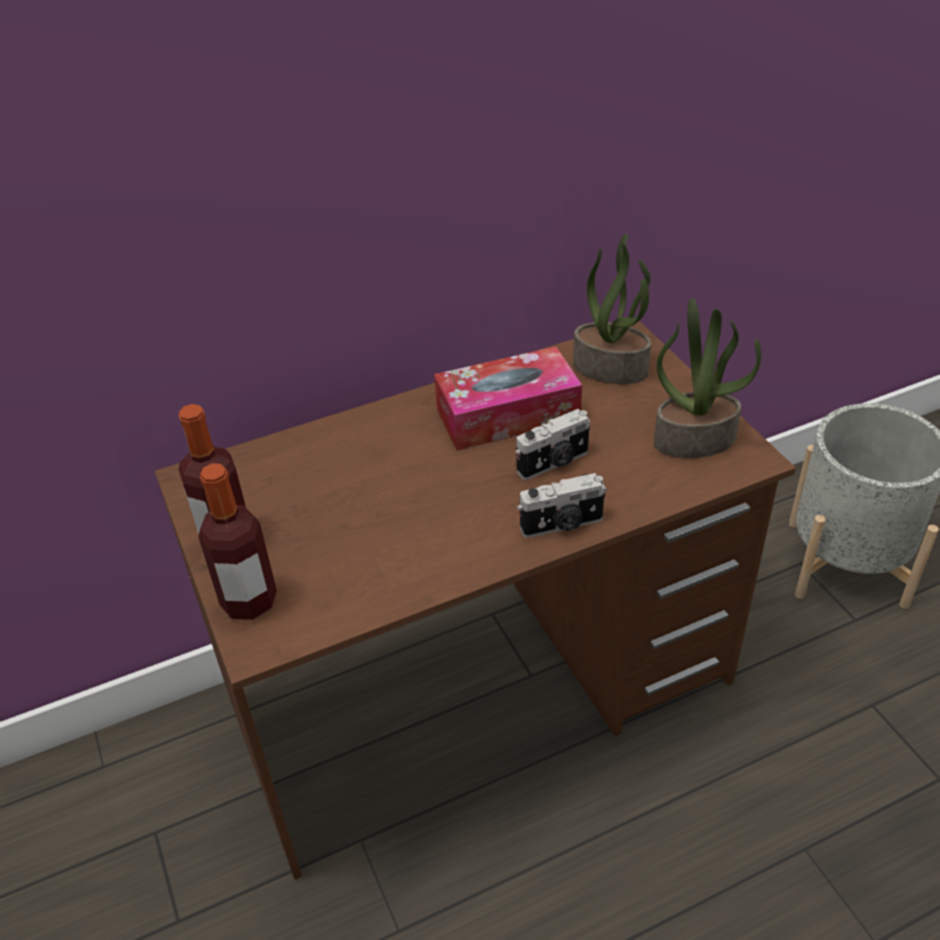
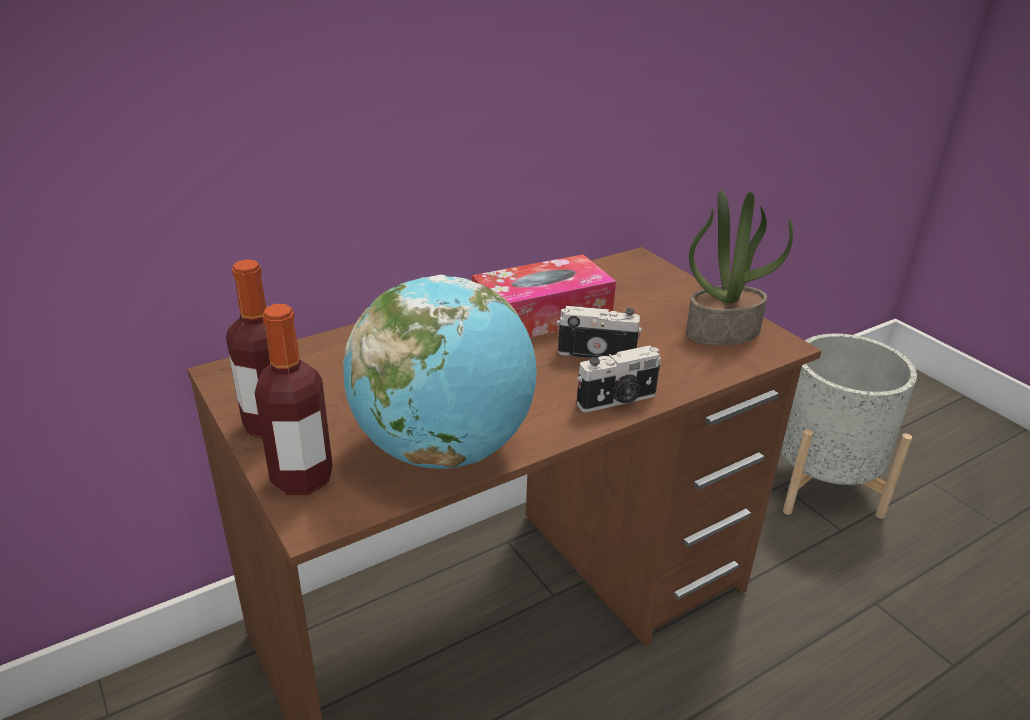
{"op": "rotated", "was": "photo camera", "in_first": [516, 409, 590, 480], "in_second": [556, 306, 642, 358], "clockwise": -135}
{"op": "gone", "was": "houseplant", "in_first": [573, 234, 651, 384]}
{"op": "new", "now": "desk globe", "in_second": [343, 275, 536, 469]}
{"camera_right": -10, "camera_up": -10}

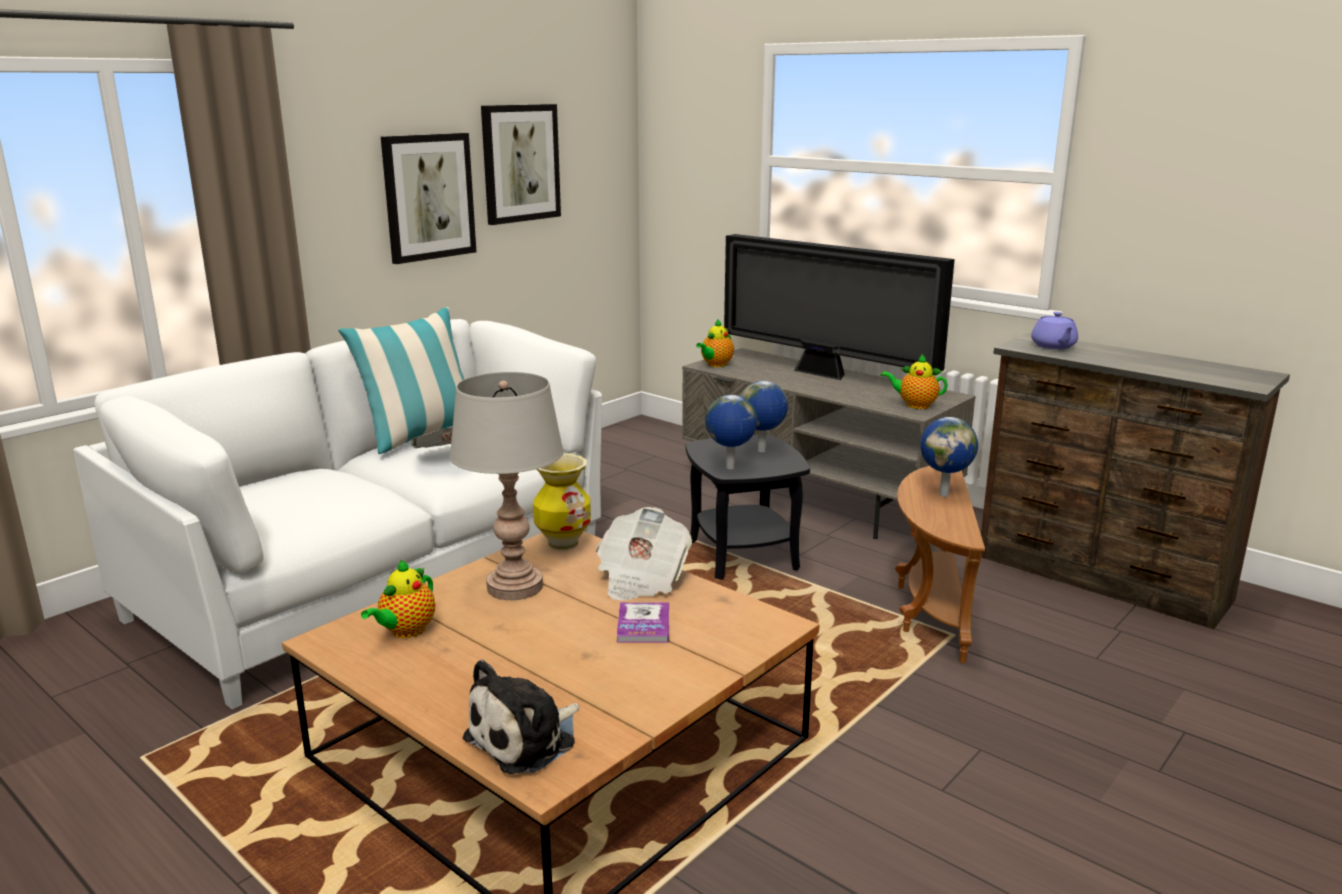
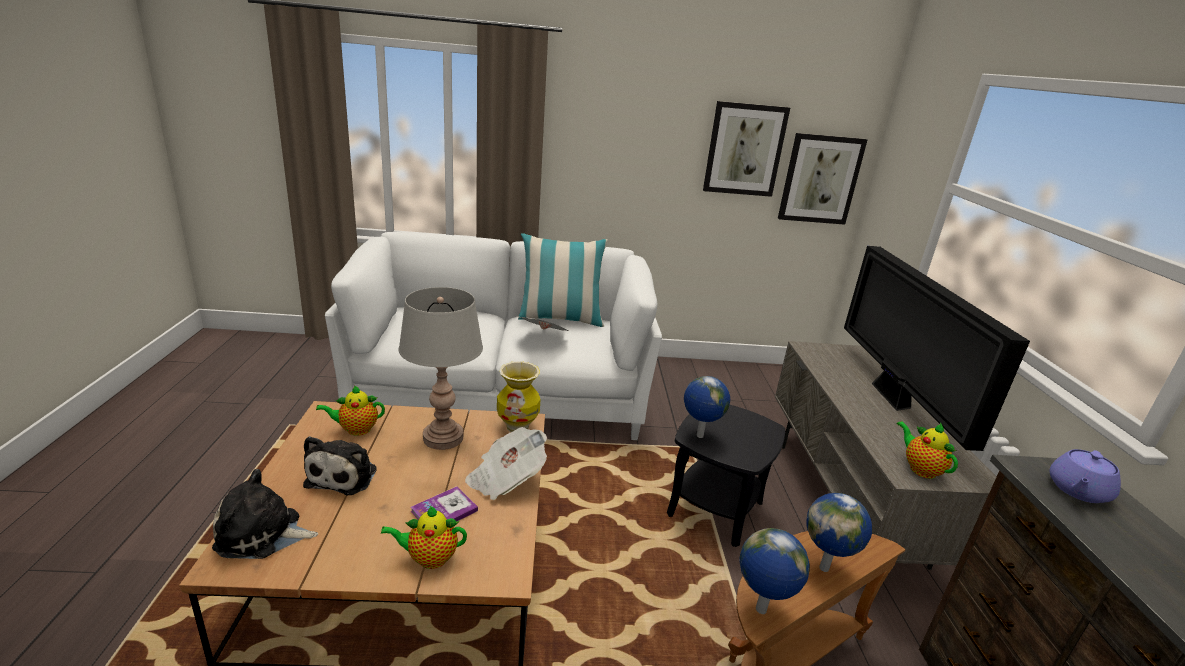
{"op": "shifted", "was": "wall art", "in_first": [381, 133, 476, 264], "in_second": [778, 133, 867, 225]}
{"op": "shifted", "was": "teapot", "in_first": [696, 319, 734, 367], "in_second": [380, 506, 467, 569]}
{"op": "shifted", "was": "desk globe", "in_first": [741, 381, 788, 452], "in_second": [739, 528, 810, 614]}
{"op": "new", "now": "plush toy", "in_second": [303, 436, 377, 495]}
{"camera_right": 45, "camera_up": 5}

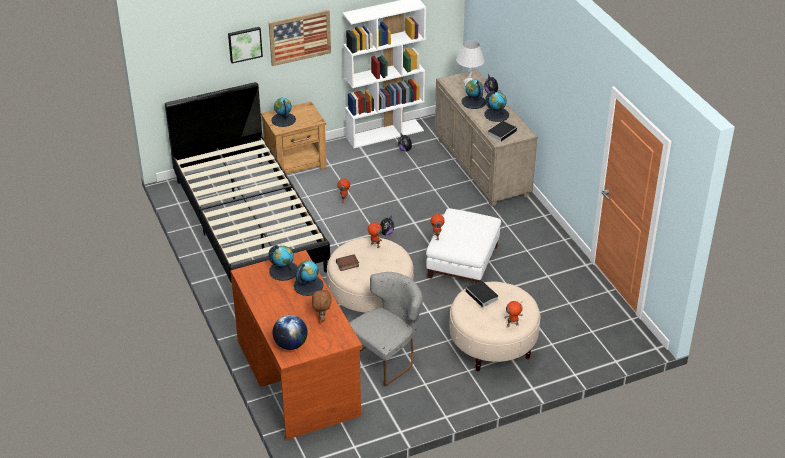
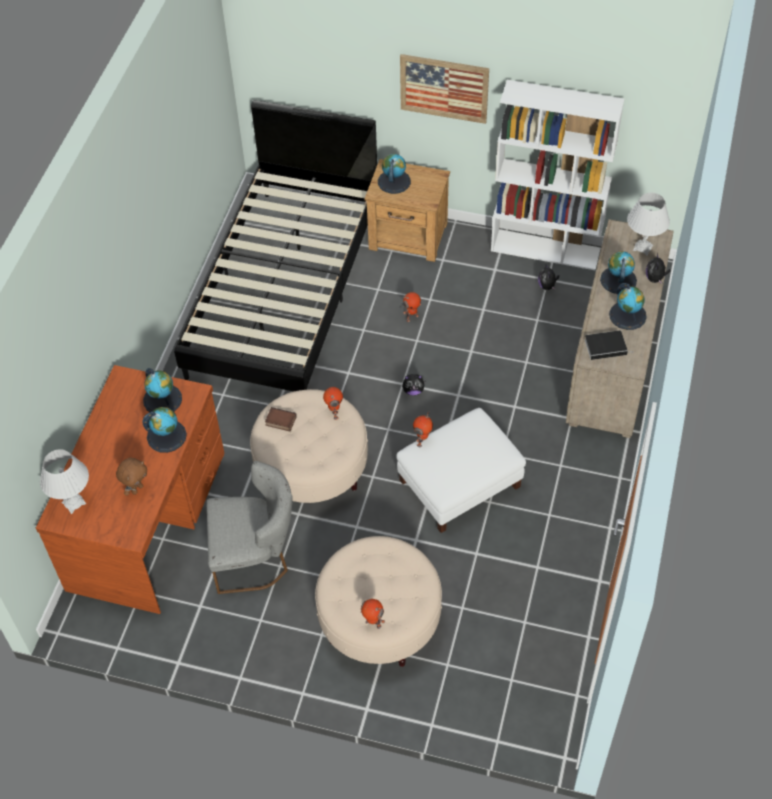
{"op": "gone", "was": "wall art", "in_first": [228, 27, 263, 64]}
{"op": "swapped", "was": "desk globe", "now": "whitish tabletop lamp", "in_first": [273, 315, 308, 350], "in_second": [40, 449, 89, 514]}
{"op": "gone", "was": "bound book", "in_first": [466, 281, 498, 310]}
{"camera_right": 40, "camera_up": 15}

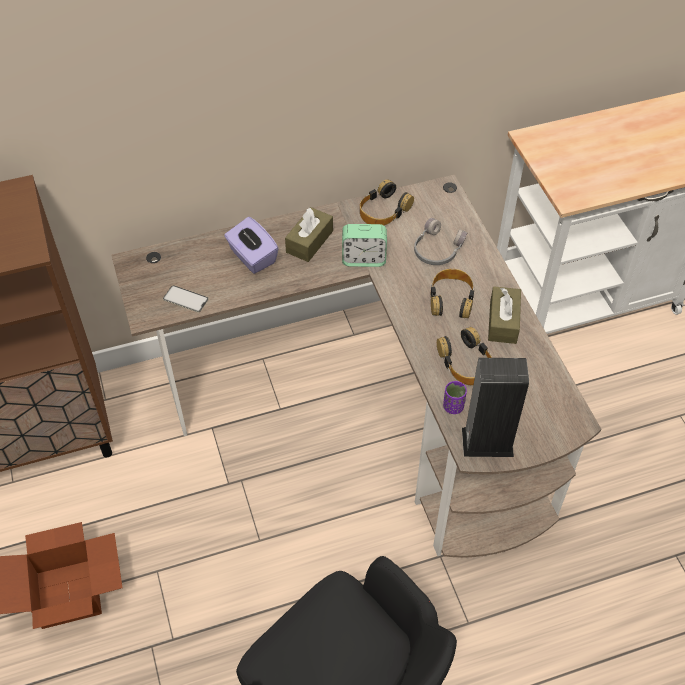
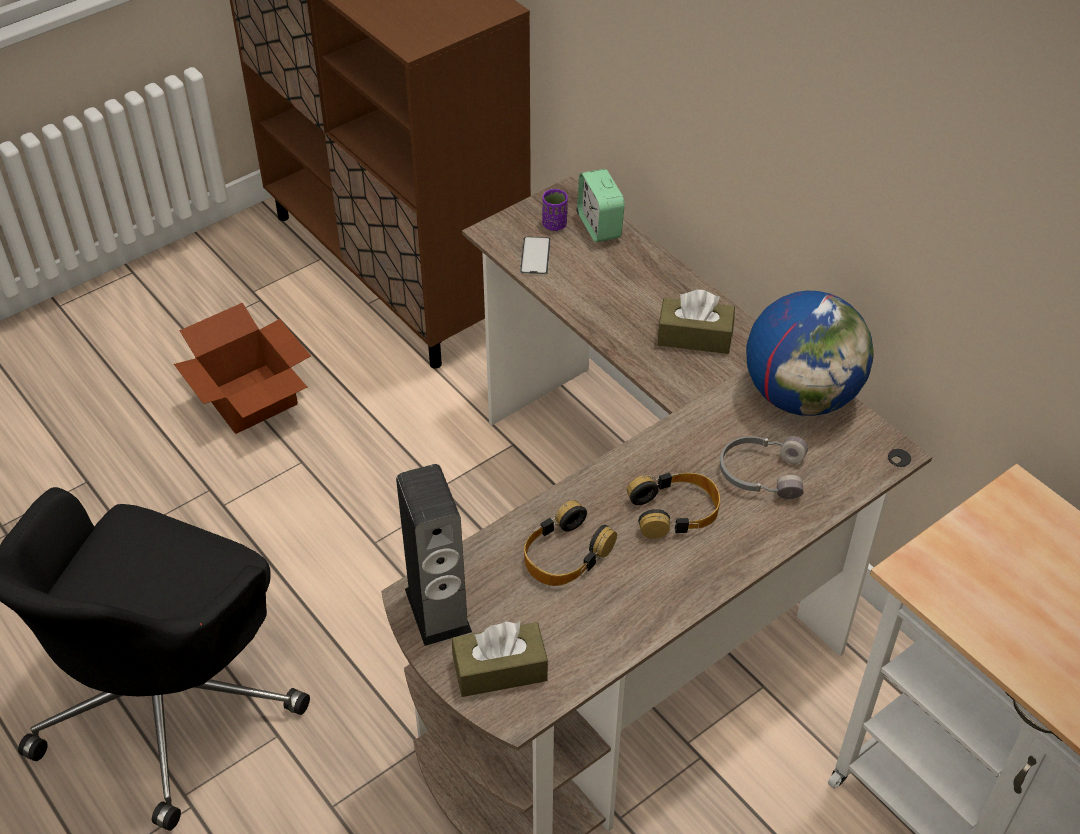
{"op": "gone", "was": "purplish box of tissues", "in_first": [224, 217, 279, 274]}
{"op": "shifted", "was": "alarm clock", "in_first": [342, 224, 387, 267], "in_second": [577, 169, 625, 242]}
{"op": "swapped", "was": "headset", "now": "desk globe", "in_first": [360, 179, 414, 225], "in_second": [746, 291, 874, 416]}
{"op": "shifted", "was": "purplish small cup", "in_first": [443, 381, 467, 414], "in_second": [542, 189, 568, 231]}
{"op": "shifted", "was": "brownish box of tissues", "in_first": [488, 286, 521, 344], "in_second": [452, 621, 548, 697]}
{"camera_right": 70, "camera_up": -5}

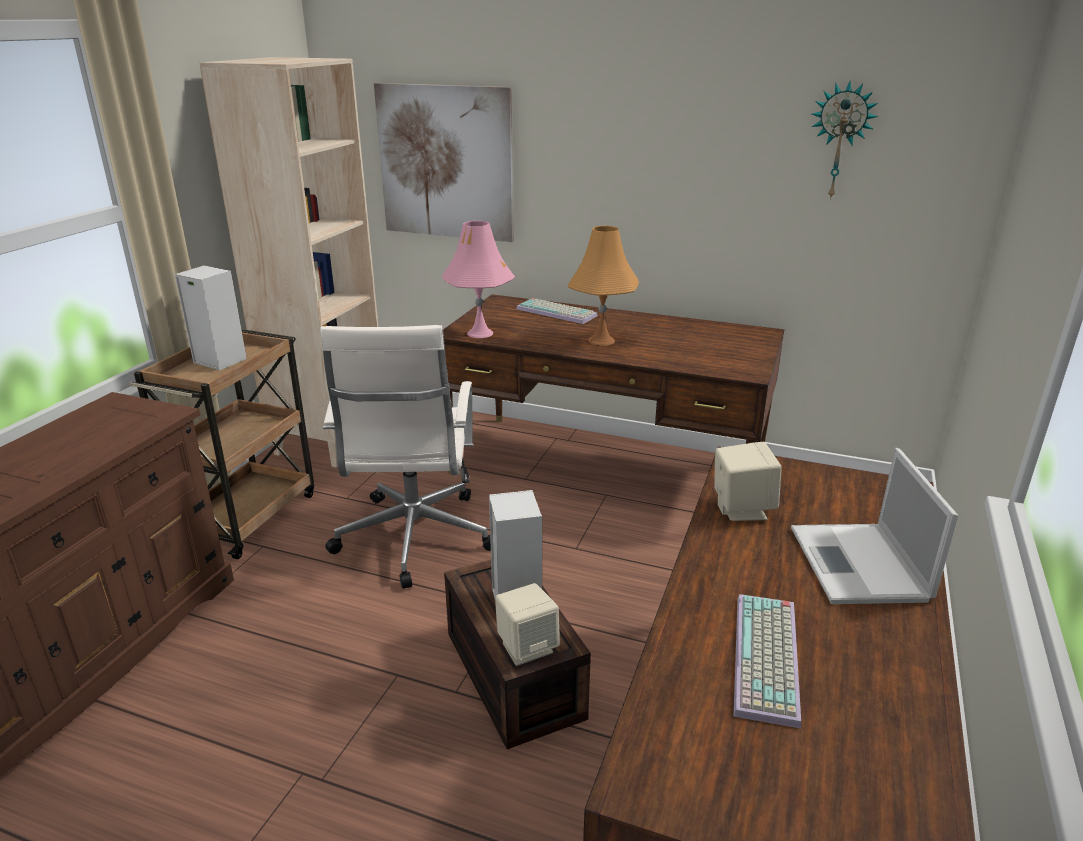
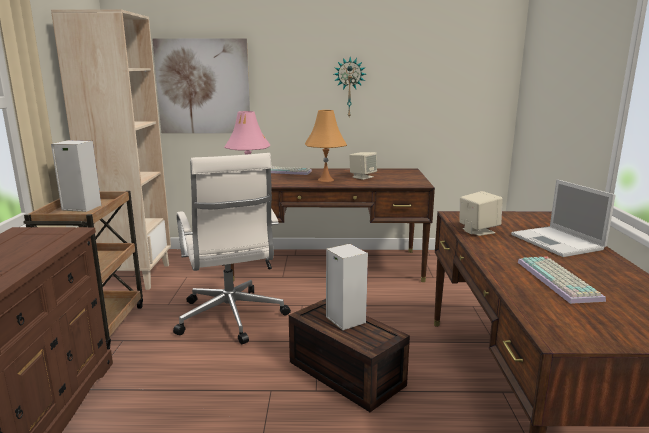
{"op": "shifted", "was": "sand-coloured loudspeaker", "in_first": [495, 583, 560, 666], "in_second": [349, 152, 377, 180]}
{"op": "shifted", "was": "clock on the wall", "in_first": [812, 81, 878, 200], "in_second": [334, 57, 366, 117]}
{"camera_right": -20, "camera_up": -10}

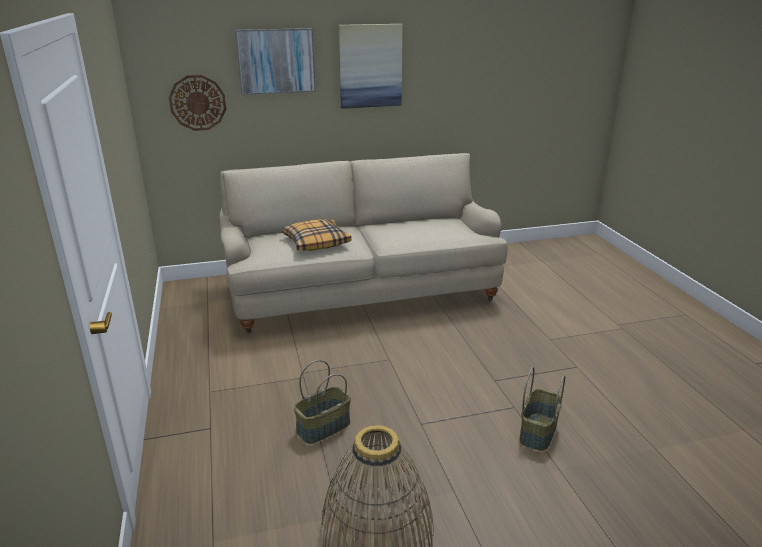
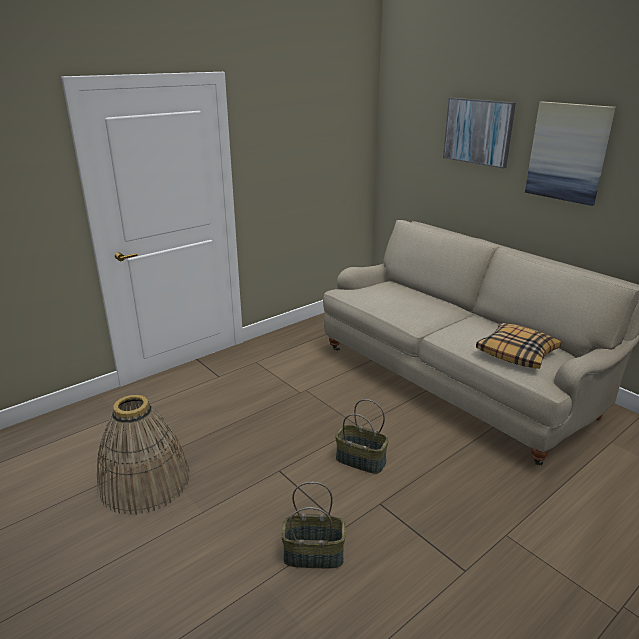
{"op": "gone", "was": "clock on the wall", "in_first": [169, 75, 226, 131]}
{"op": "shifted", "was": "throw pillow", "in_first": [282, 219, 352, 251], "in_second": [476, 323, 561, 369]}
{"op": "shifted", "was": "basket", "in_first": [294, 360, 351, 444], "in_second": [335, 399, 389, 474]}
{"camera_right": 65, "camera_up": 0}

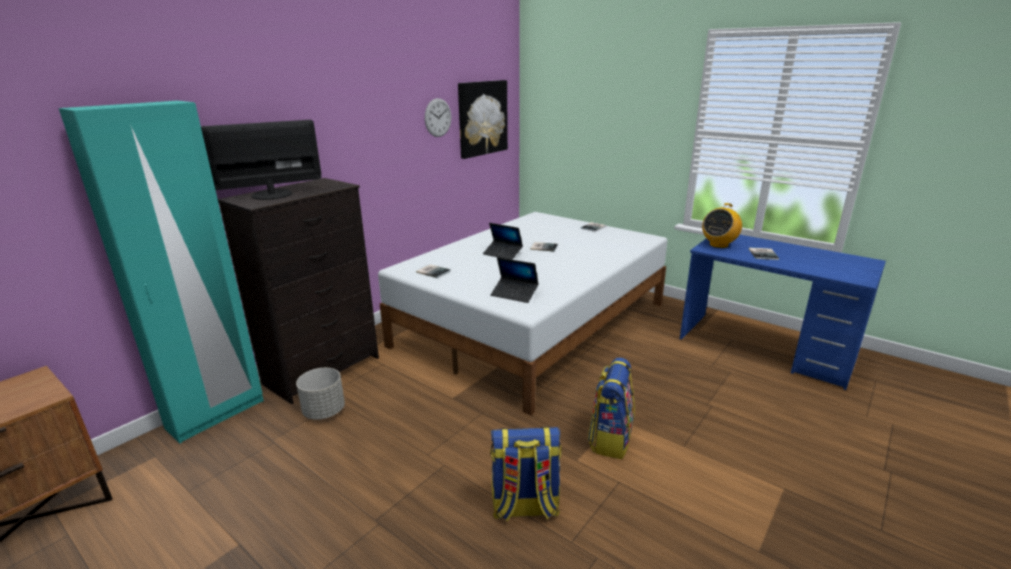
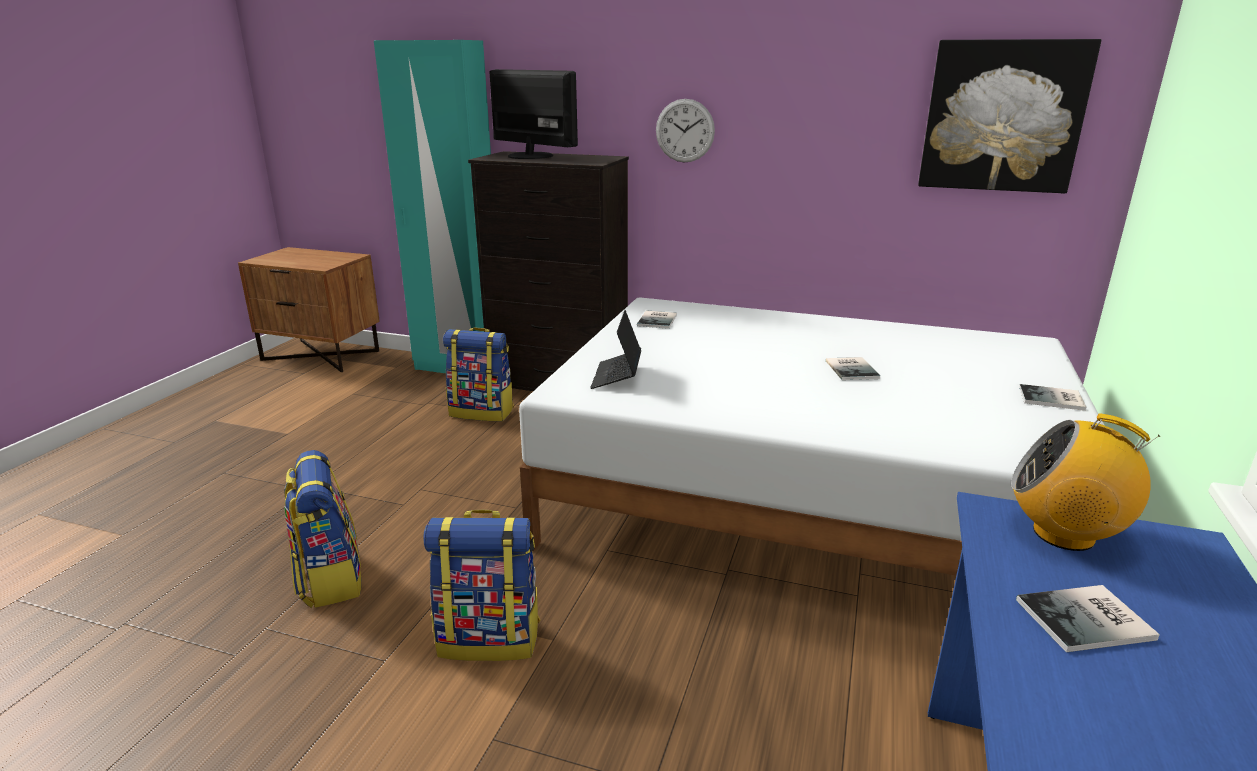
{"op": "swapped", "was": "gray plant pot", "now": "knapsack", "in_first": [296, 368, 345, 420], "in_second": [443, 328, 514, 421]}
{"op": "shifted", "was": "clock on the wall", "in_first": [425, 98, 451, 137], "in_second": [656, 99, 715, 162]}
{"op": "gone", "was": "laptop", "in_first": [483, 223, 523, 260]}
{"camera_right": 70, "camera_up": 0}

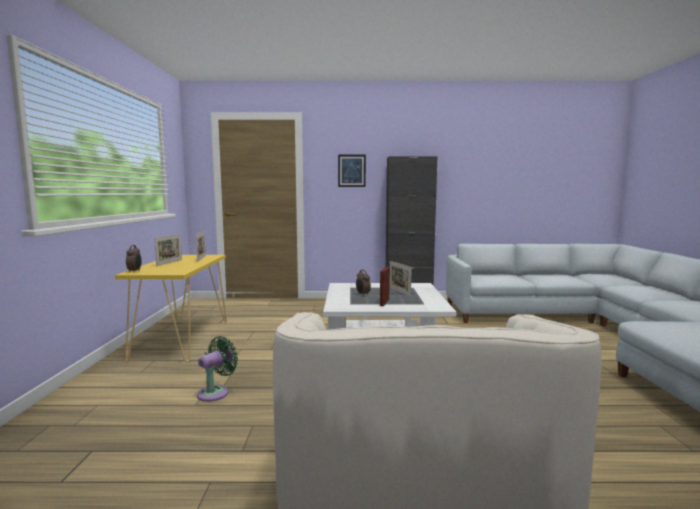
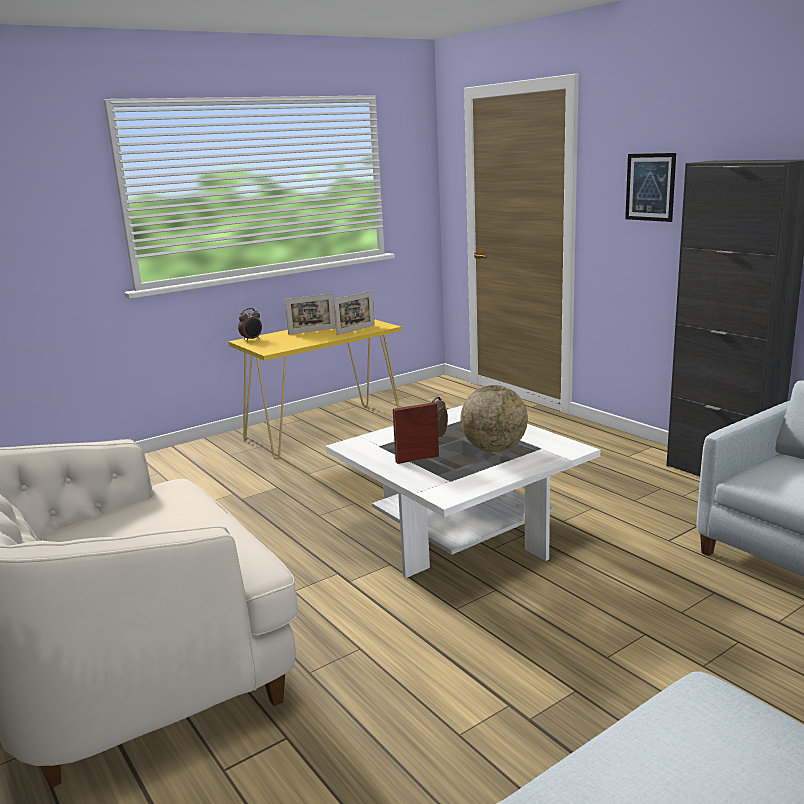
{"op": "gone", "was": "greenish cooling fan", "in_first": [197, 336, 238, 402]}
{"op": "swapped", "was": "standing frame", "now": "desk globe", "in_first": [389, 261, 412, 296], "in_second": [461, 385, 528, 452]}
{"camera_right": 55, "camera_up": 10}

